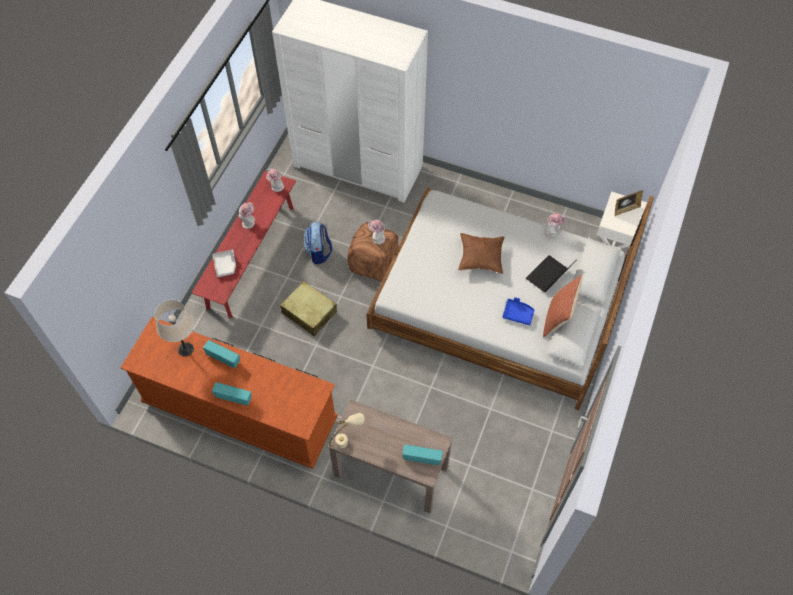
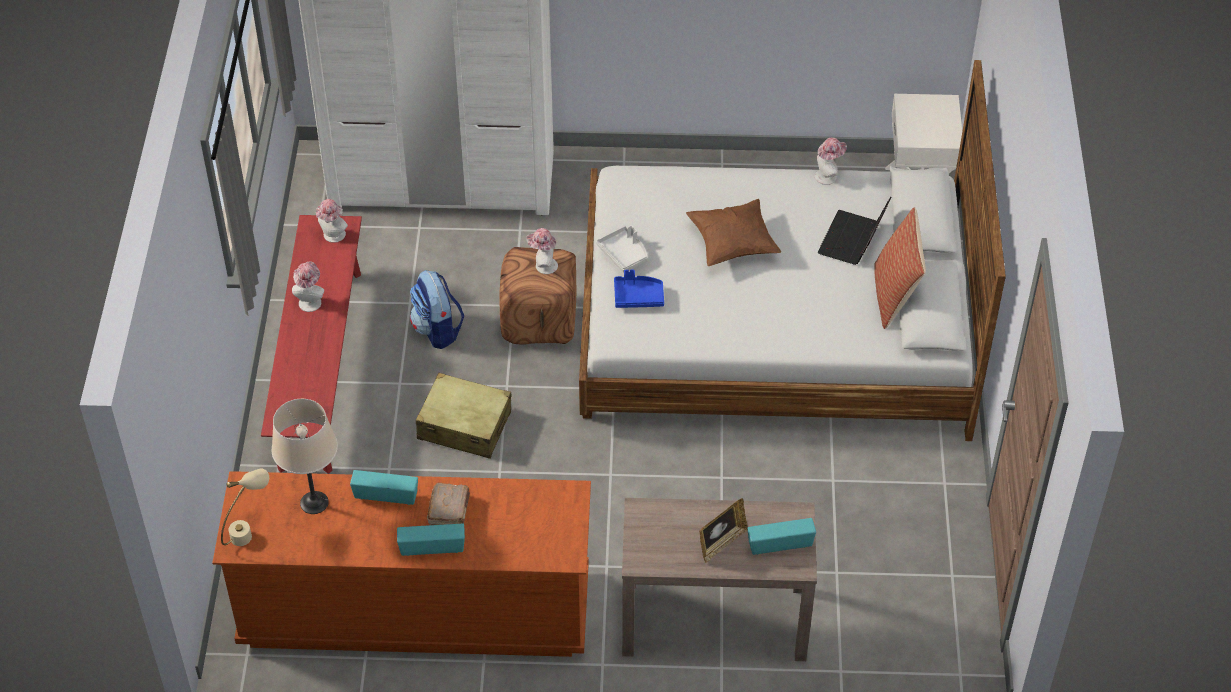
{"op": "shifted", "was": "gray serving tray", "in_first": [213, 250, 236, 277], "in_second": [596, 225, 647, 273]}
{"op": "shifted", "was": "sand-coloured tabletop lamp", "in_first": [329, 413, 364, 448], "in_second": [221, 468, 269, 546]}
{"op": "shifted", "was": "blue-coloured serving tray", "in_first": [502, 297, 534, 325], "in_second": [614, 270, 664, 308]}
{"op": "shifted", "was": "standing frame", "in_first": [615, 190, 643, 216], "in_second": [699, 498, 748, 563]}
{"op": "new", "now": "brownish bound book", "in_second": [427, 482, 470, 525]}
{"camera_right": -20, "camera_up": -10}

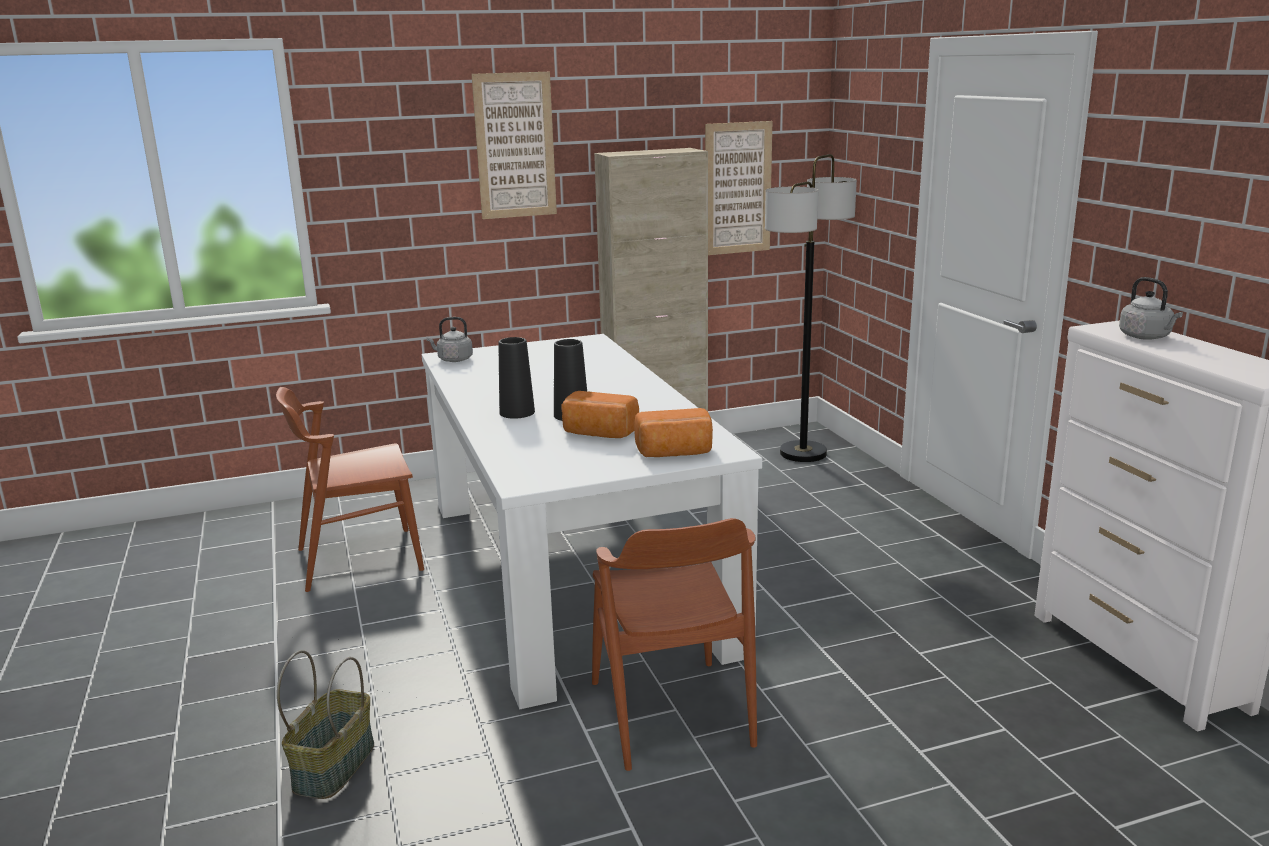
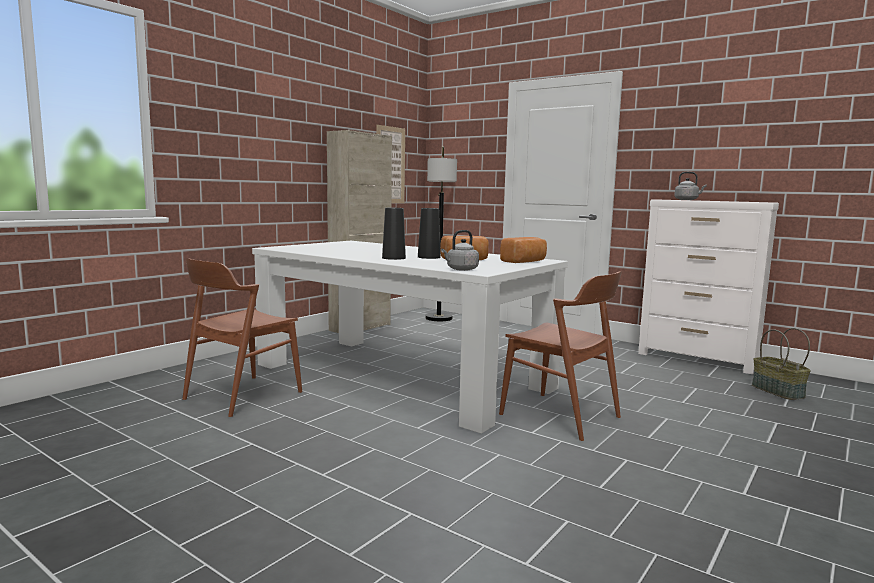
{"op": "shifted", "was": "basket", "in_first": [277, 650, 374, 799], "in_second": [752, 328, 811, 400]}
{"op": "shifted", "was": "gray kettle", "in_first": [426, 317, 473, 362], "in_second": [441, 230, 479, 271]}
{"op": "gone", "was": "wall art", "in_first": [471, 72, 557, 219]}
{"camera_right": -35, "camera_up": -10}

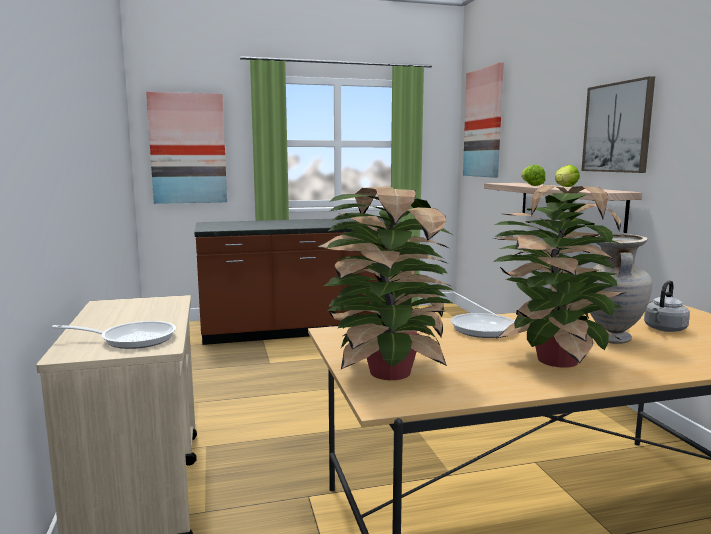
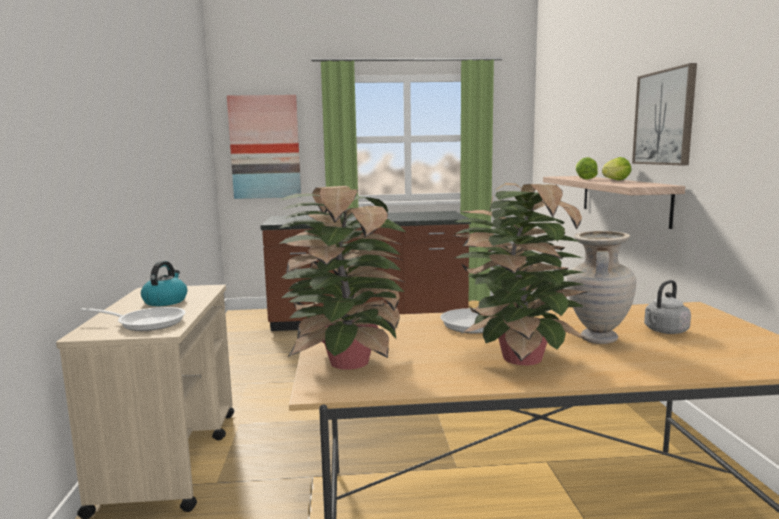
{"op": "gone", "was": "wall art", "in_first": [463, 62, 504, 178]}
{"op": "new", "now": "kettle", "in_second": [141, 261, 187, 306]}
{"camera_right": 10, "camera_up": 0}

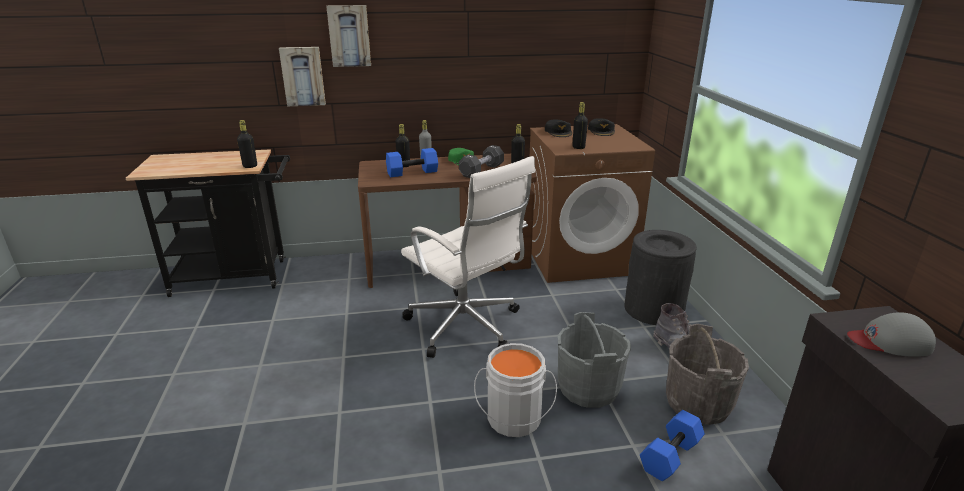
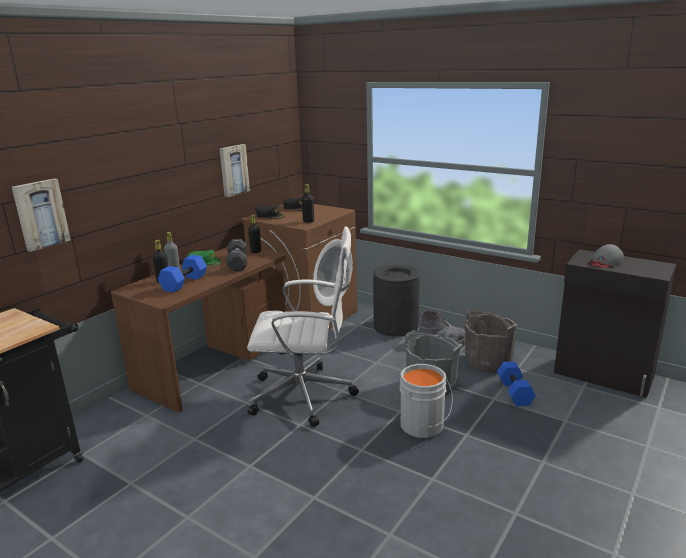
{"op": "gone", "was": "black-coloured drink bottle", "in_first": [237, 120, 257, 168]}
{"op": "shifted", "was": "wall art", "in_first": [326, 5, 371, 67], "in_second": [220, 144, 250, 197]}
{"camera_right": -45, "camera_up": -5}

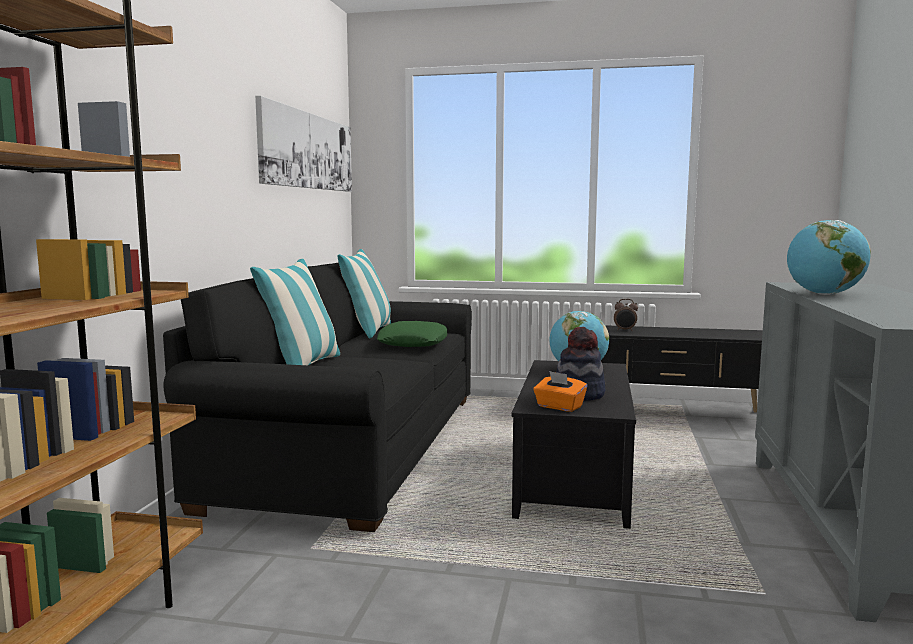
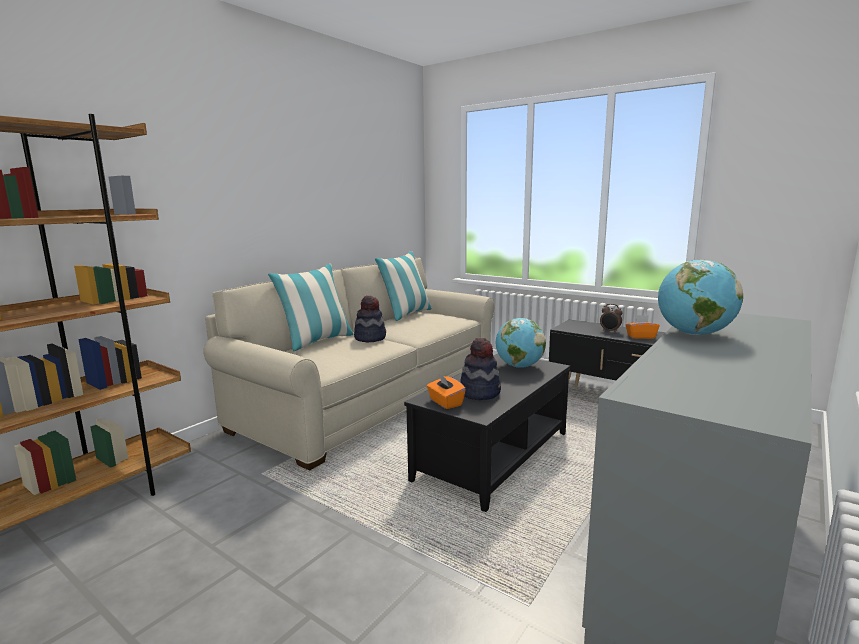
{"op": "repainted", "was": "black-coloured settee", "now": "sand-coloured settee", "in_first": [163, 262, 472, 532], "in_second": [203, 257, 495, 471]}
{"op": "gone", "was": "wall art", "in_first": [255, 96, 352, 192]}
{"op": "gone", "was": "greenish throw pillow", "in_first": [377, 321, 447, 347]}
{"op": "new", "now": "hat", "in_second": [354, 295, 386, 342]}
{"op": "new", "now": "orangey box of tissues", "in_second": [625, 315, 660, 339]}
{"camera_right": 25, "camera_up": 5}

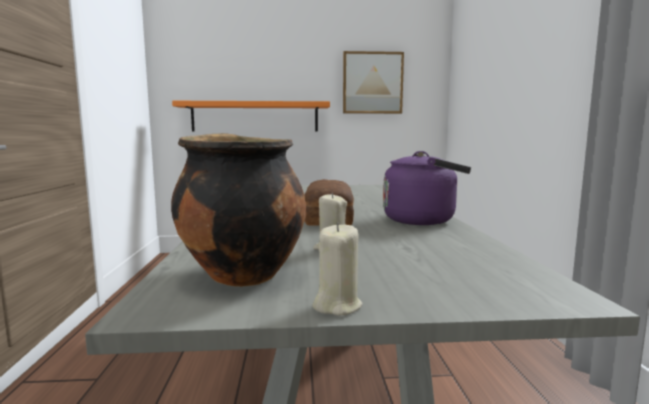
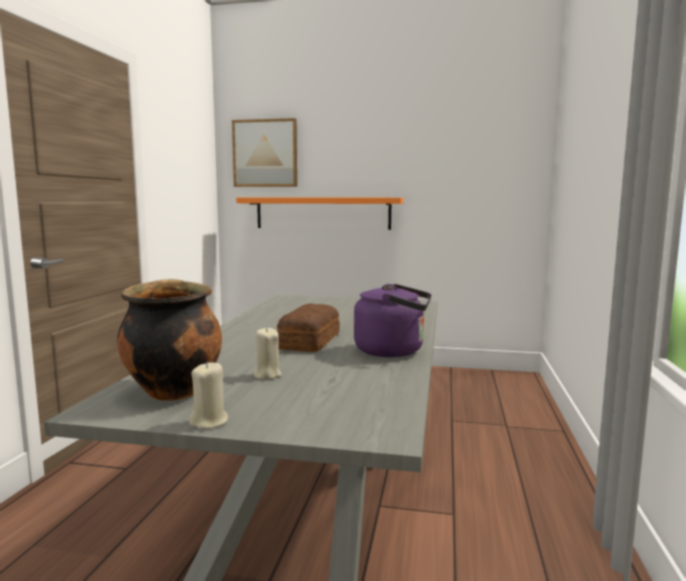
{"op": "shifted", "was": "wall art", "in_first": [343, 51, 404, 114], "in_second": [232, 118, 297, 187]}
{"camera_right": 15, "camera_up": 0}

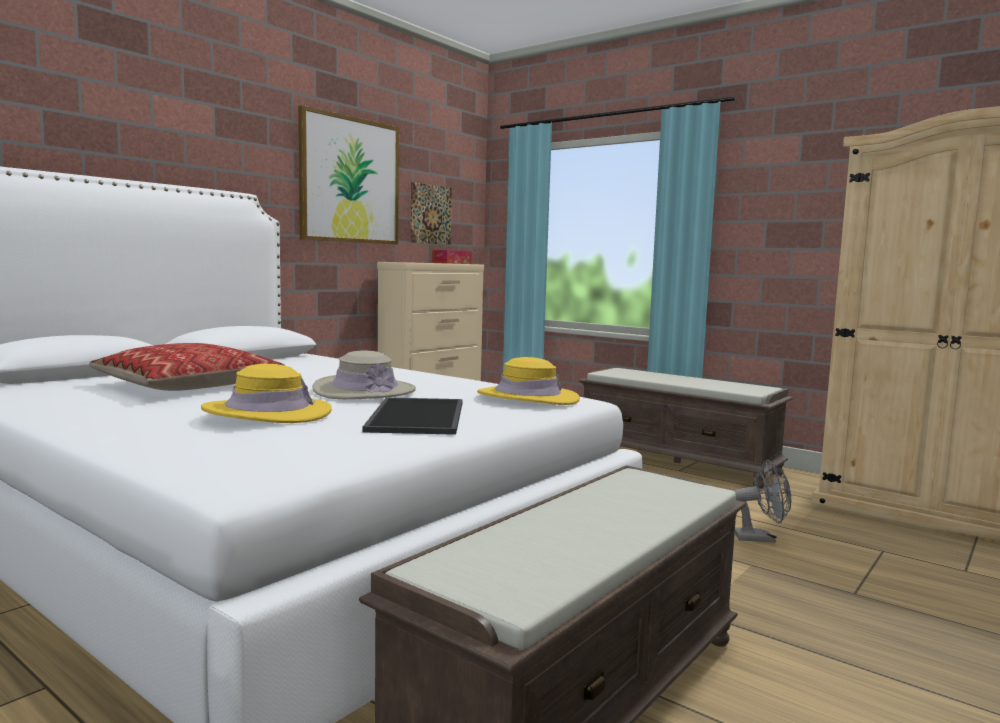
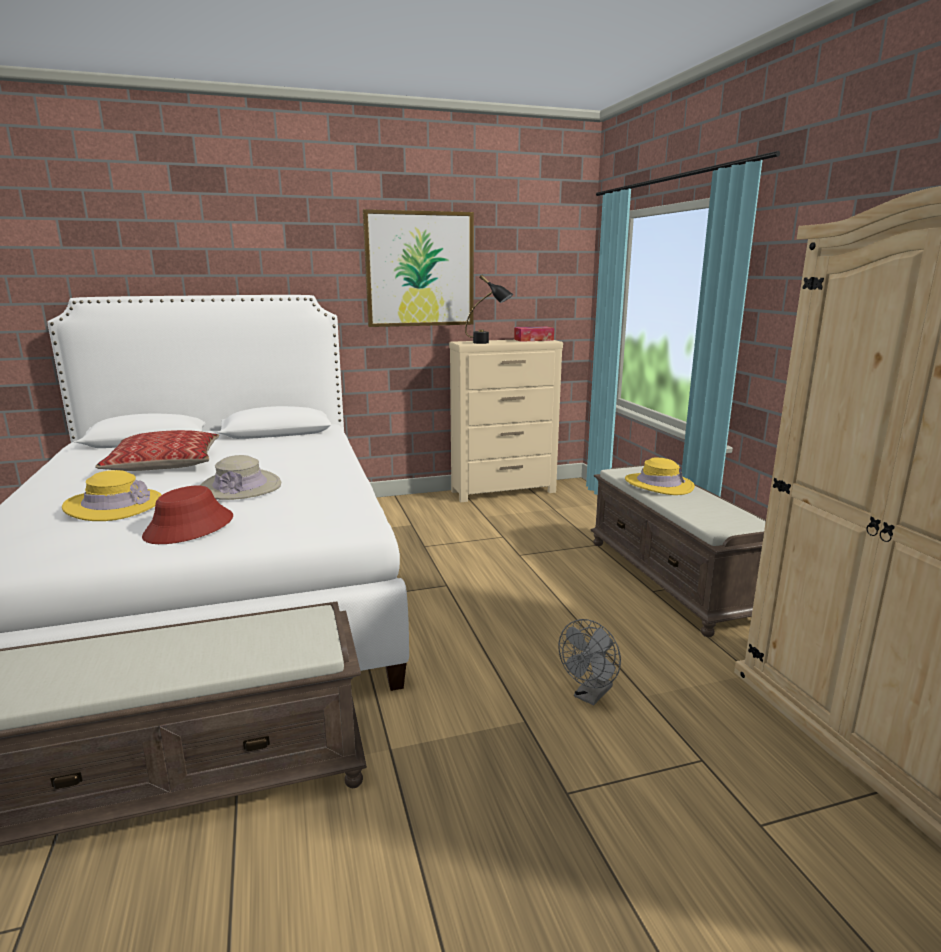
{"op": "swapped", "was": "serving tray", "now": "red-coloured hat", "in_first": [362, 397, 463, 435], "in_second": [142, 485, 233, 544]}
{"op": "gone", "was": "wall art", "in_first": [410, 182, 452, 245]}
{"op": "shifted", "was": "yellow hat", "in_first": [477, 357, 580, 405], "in_second": [625, 458, 695, 495]}
{"op": "rotated", "was": "gray cooling fan", "in_first": [733, 460, 792, 542], "in_second": [558, 619, 621, 705], "clockwise": 90}
{"op": "new", "now": "black-coloured tabletop lamp", "in_second": [465, 275, 513, 344]}
{"camera_right": 35, "camera_up": 10}

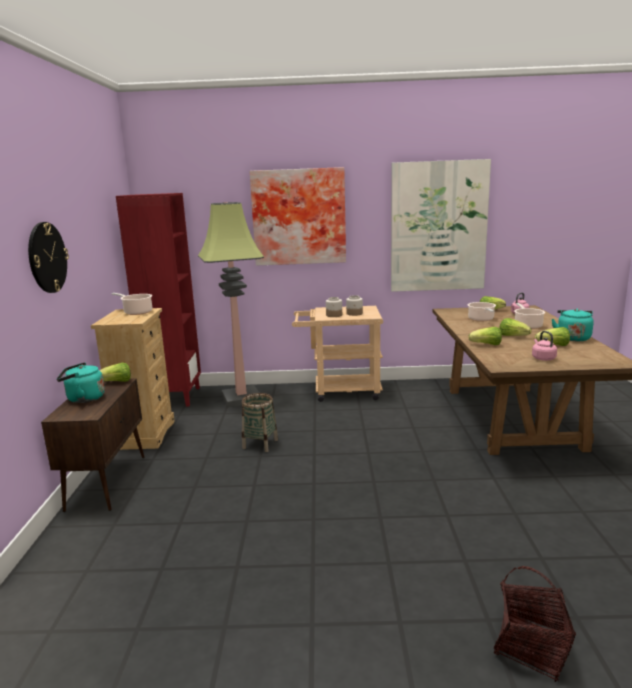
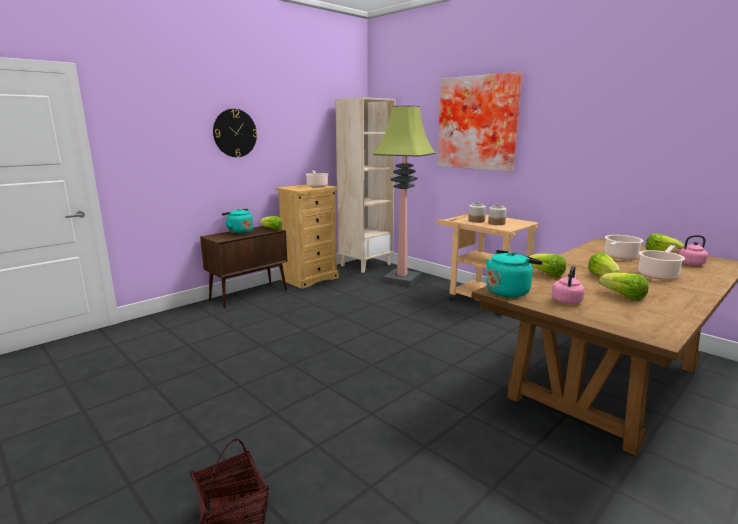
{"op": "repainted", "was": "red-coloured bookshelf", "now": "sand-coloured bookshelf", "in_first": [116, 193, 201, 407], "in_second": [335, 97, 396, 273]}
{"op": "gone", "was": "basket", "in_first": [242, 393, 278, 452]}
{"op": "gone", "was": "wall art", "in_first": [391, 159, 491, 292]}
{"op": "shifted", "was": "turquoise kettle", "in_first": [552, 309, 594, 341], "in_second": [486, 250, 543, 297]}
{"camera_right": 45, "camera_up": 0}

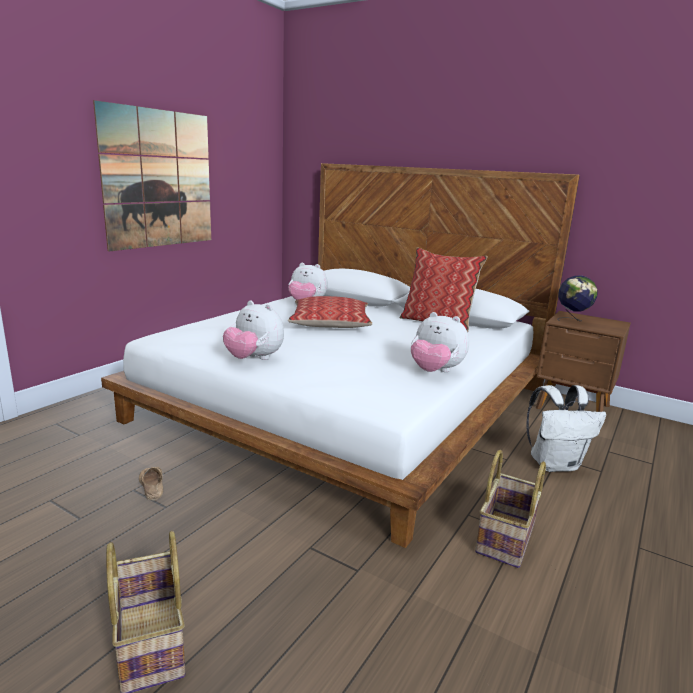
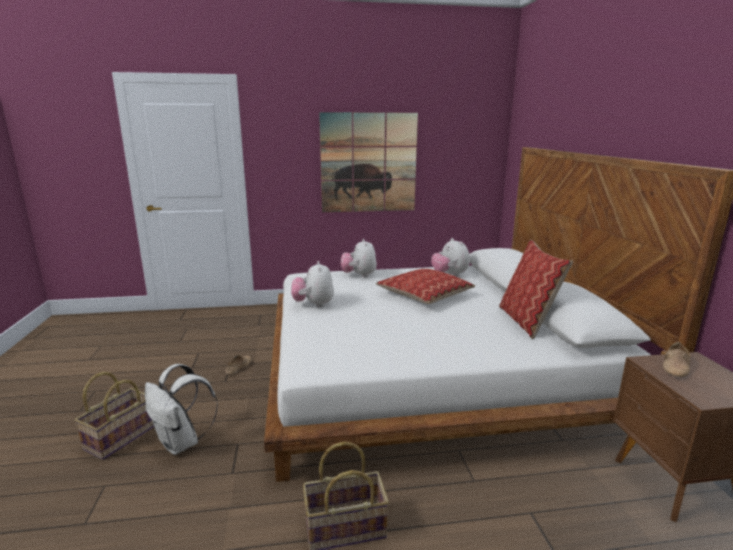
{"op": "shifted", "was": "plush toy", "in_first": [411, 312, 469, 372], "in_second": [341, 239, 377, 278]}
{"op": "shifted", "was": "whitish knapsack", "in_first": [526, 385, 606, 472], "in_second": [145, 364, 218, 455]}
{"op": "swapped", "was": "desk globe", "now": "sand-coloured low shoe", "in_first": [557, 276, 598, 321], "in_second": [663, 342, 691, 377]}
{"camera_right": 50, "camera_up": 0}

